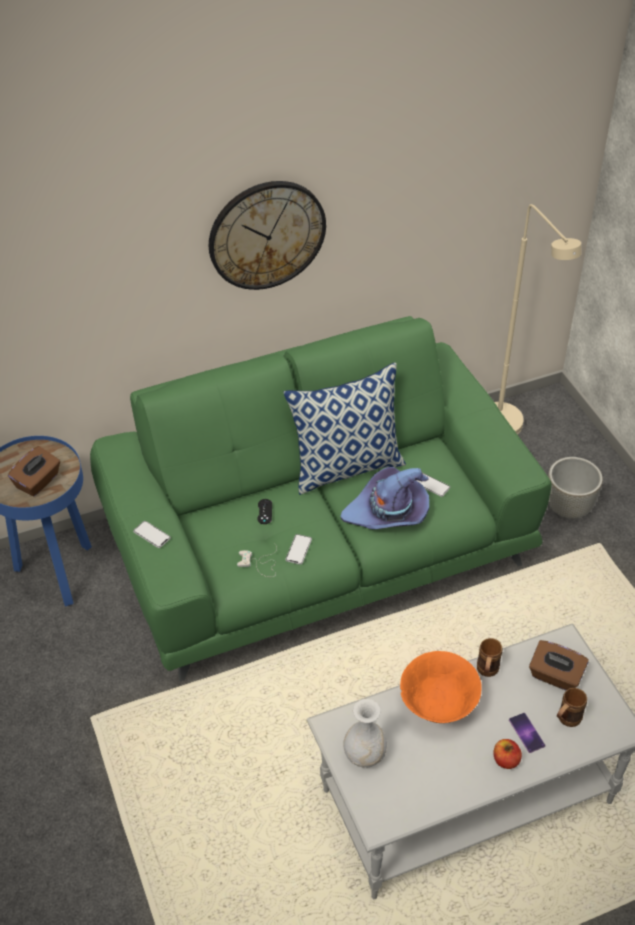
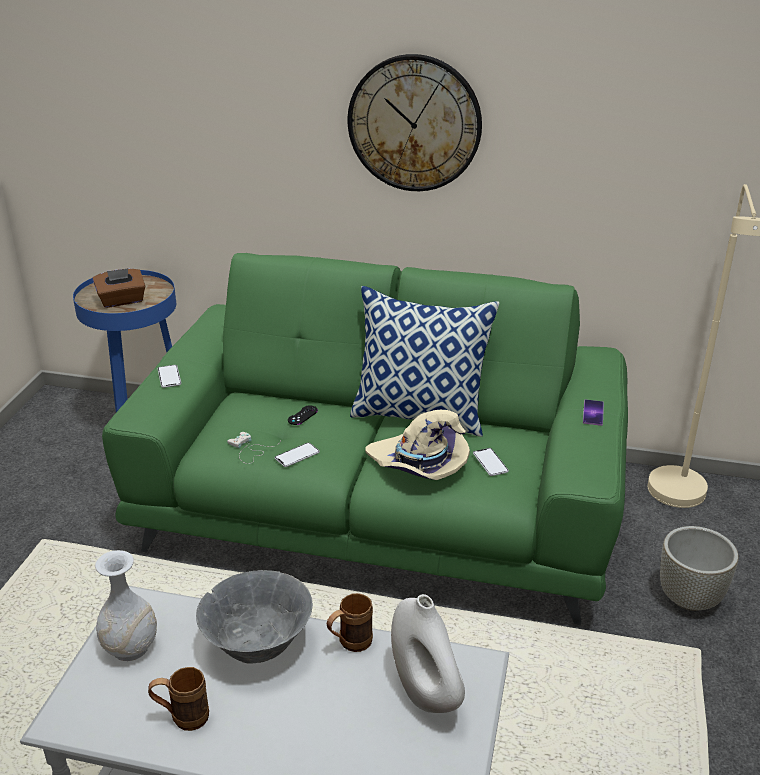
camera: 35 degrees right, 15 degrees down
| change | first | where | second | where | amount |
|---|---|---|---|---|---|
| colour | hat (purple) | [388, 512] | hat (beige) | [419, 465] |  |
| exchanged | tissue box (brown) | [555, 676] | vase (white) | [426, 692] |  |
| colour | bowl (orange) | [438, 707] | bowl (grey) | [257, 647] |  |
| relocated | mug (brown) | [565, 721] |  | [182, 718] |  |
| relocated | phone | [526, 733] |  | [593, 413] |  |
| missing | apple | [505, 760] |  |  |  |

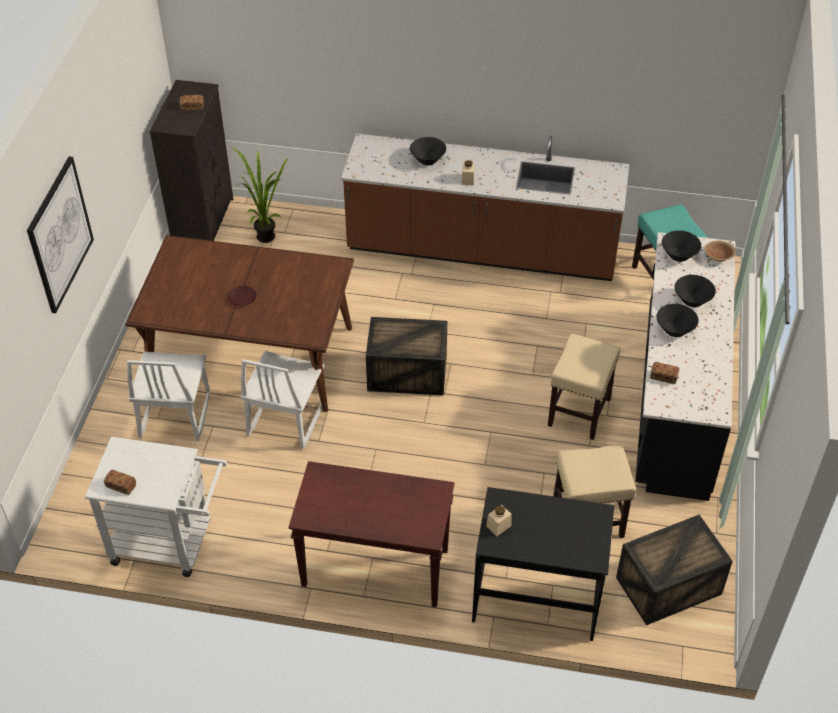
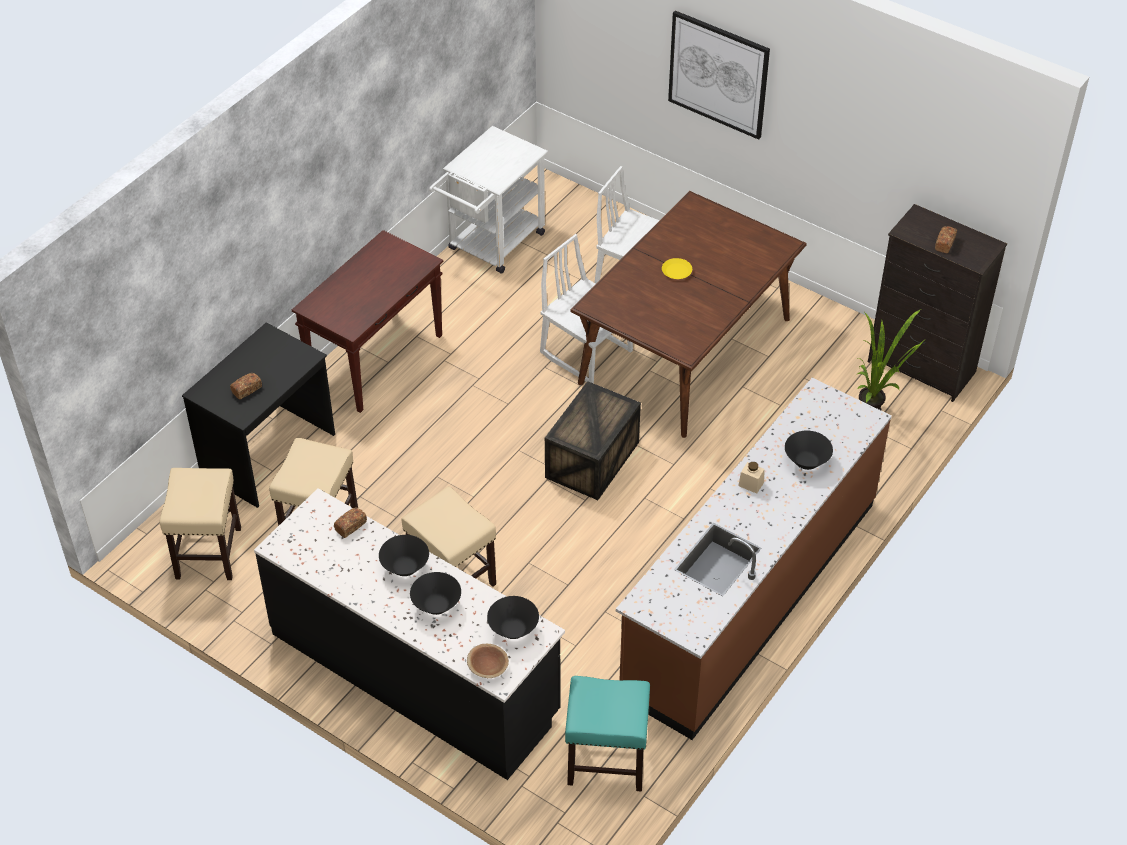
camera: 115 degrees right, 0 degrees up
| change | first | where | second | where | amount |
|---|---|---|---|---|---|
| colour | plate (brown) | [242, 298] | plate (yellow) | [676, 271] |  |
| relocated | bread | [121, 486] |  | [246, 390] |  |
| missing | jar (beige) | [498, 526] |  |  |  |
| exchanged | crate | [667, 586] | stool (beige) | [208, 552] |  |

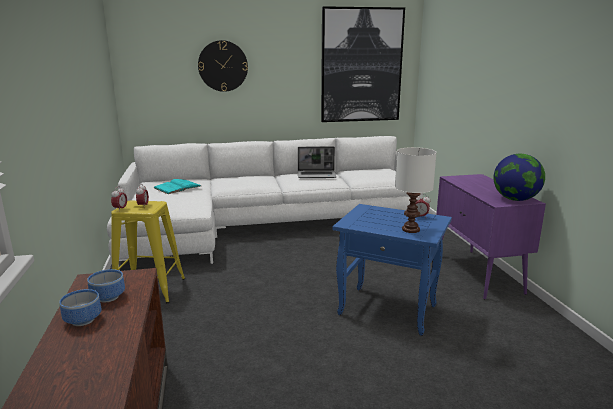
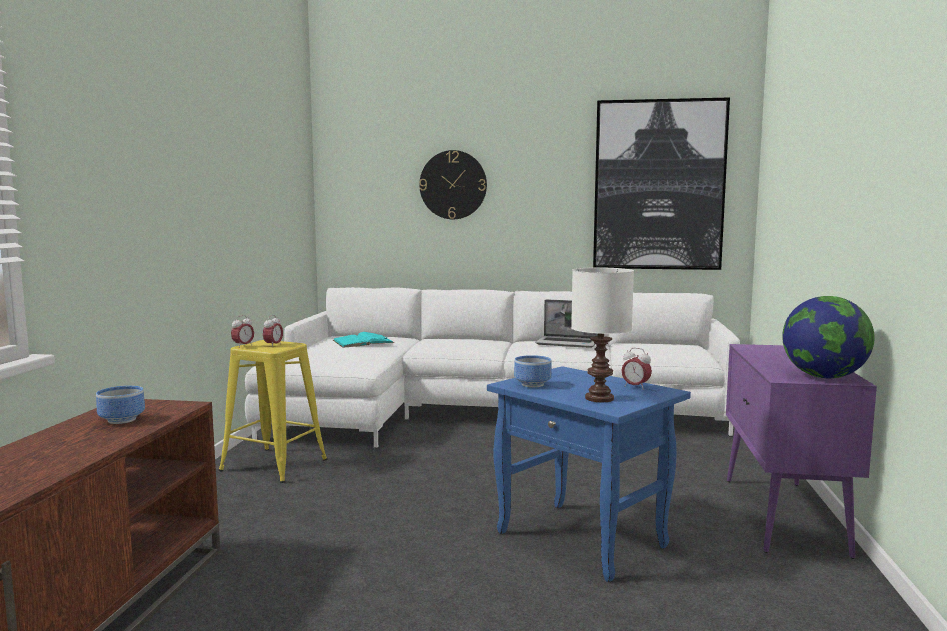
camera: 20 degrees right, 10 degrees down
| change | first | where | second | where | amount |
|---|---|---|---|---|---|
| relocated | bowl | [85, 319] |  | [534, 384] |  |

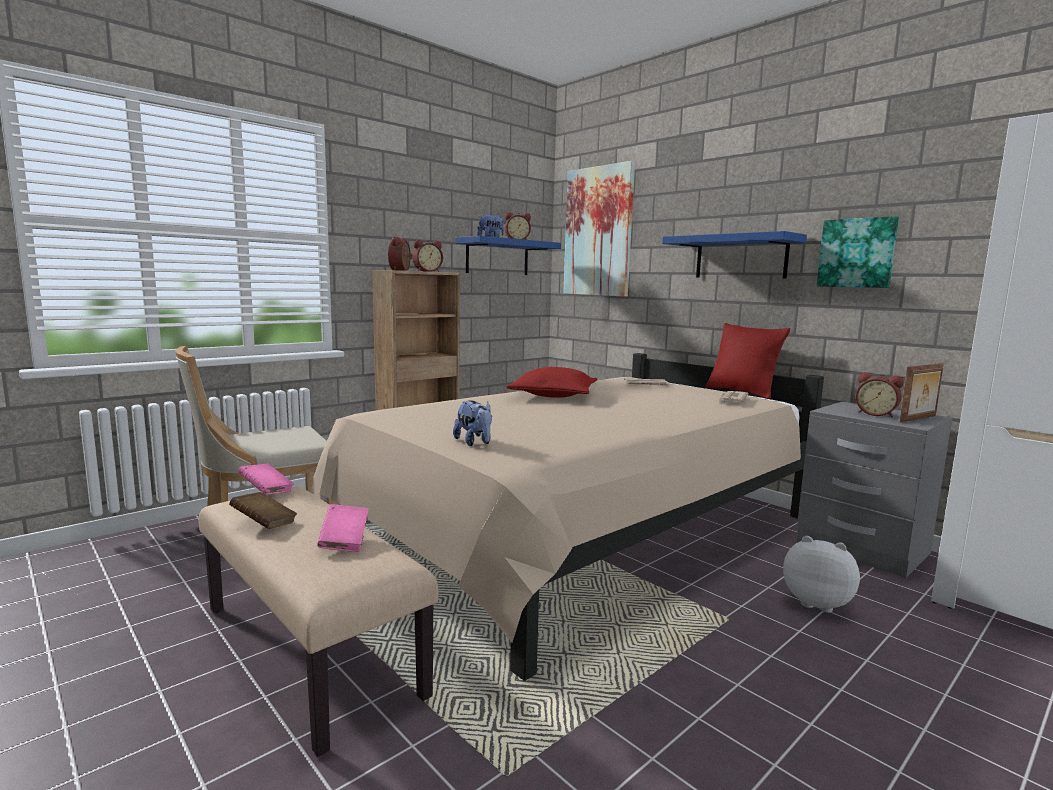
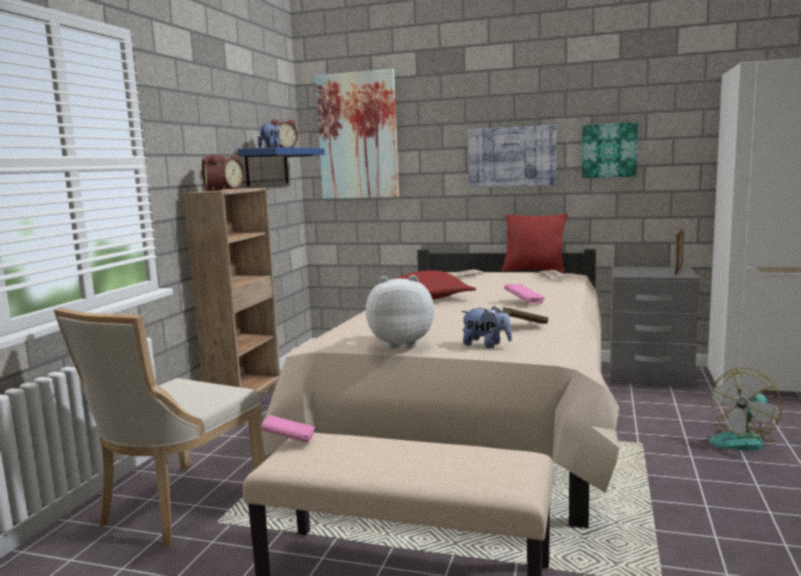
camera: 30 degrees left, 0 degrees up
| change | first | where | second | where | amount |
|---|---|---|---|---|---|
| exchanged | shelf (blue) | [740, 257] | picture | [511, 156] |  |
| missing | alarm clock | [876, 414] |  |  |  |
| relocated | book (brown) | [264, 524] |  | [524, 326] |  |
| relocated | book (pink) | [344, 542] |  | [524, 303] |  |
| relocated | plush toy | [817, 602] |  | [401, 344] |  |
| appeared |  |  | fan | [743, 440] |  |

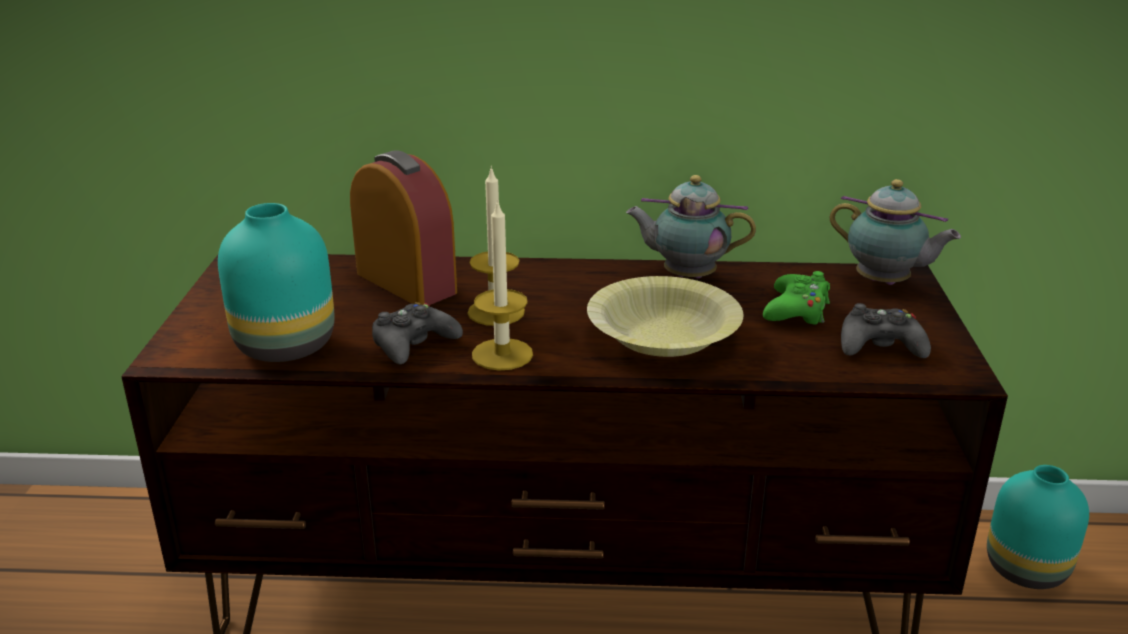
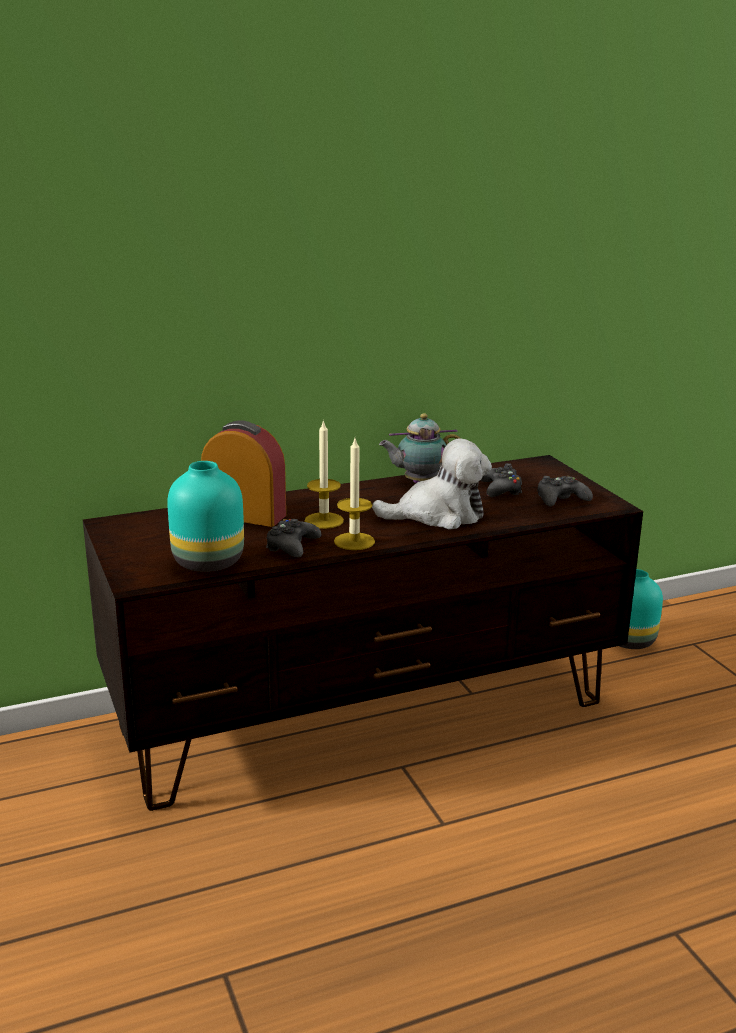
camera: 25 degrees left, 5 degrees down
| change | first | where | second | where | amount |
|---|---|---|---|---|---|
| missing | teapot | [885, 283] |  |  |  |
| colour | game controller (green) | [797, 310] | game controller (black) | [500, 489] |  |
| exchanged | bowl (yellow) | [662, 336] | plush toy | [438, 515] |  |

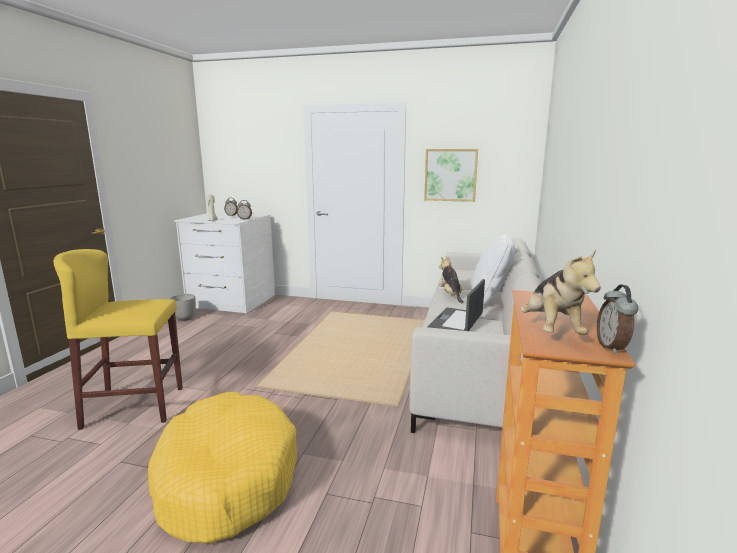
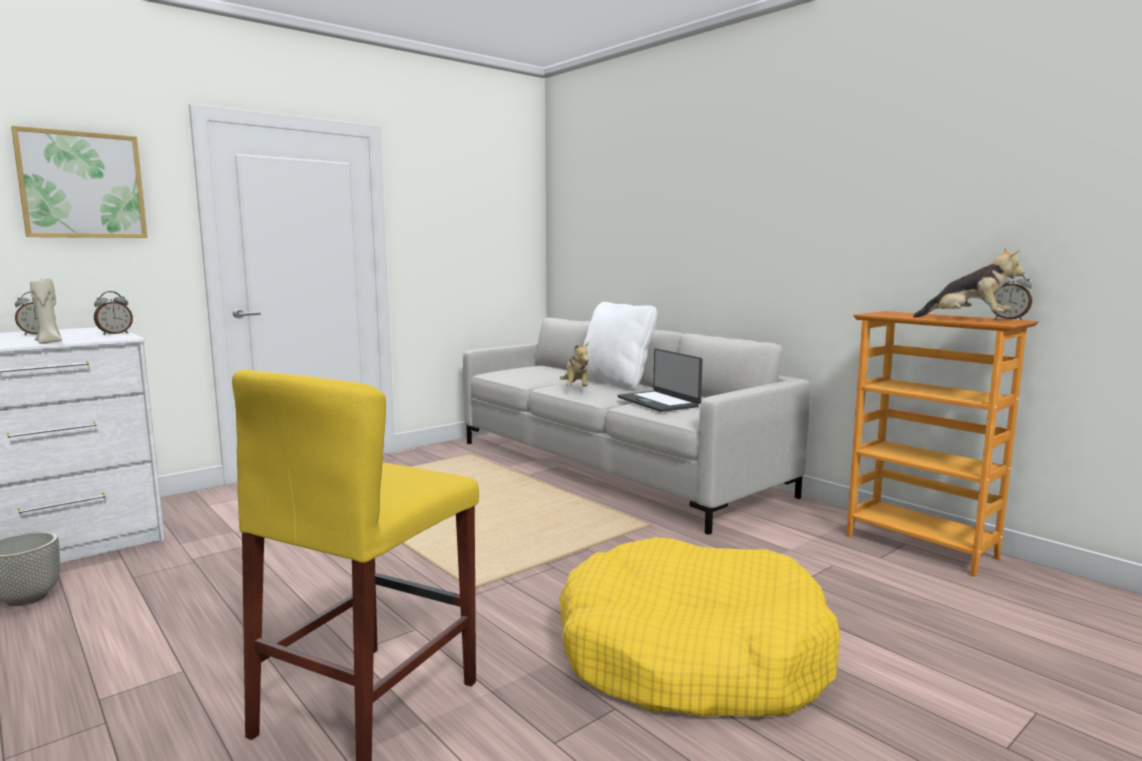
camera: 55 degrees left, 5 degrees down
| change | first | where | second | where | amount |
|---|---|---|---|---|---|
| relocated | picture | [450, 175] |  | [82, 185] |  |
| spun | plush toy | [451, 295] |  | [576, 389] | 120 degrees counterclockwise |

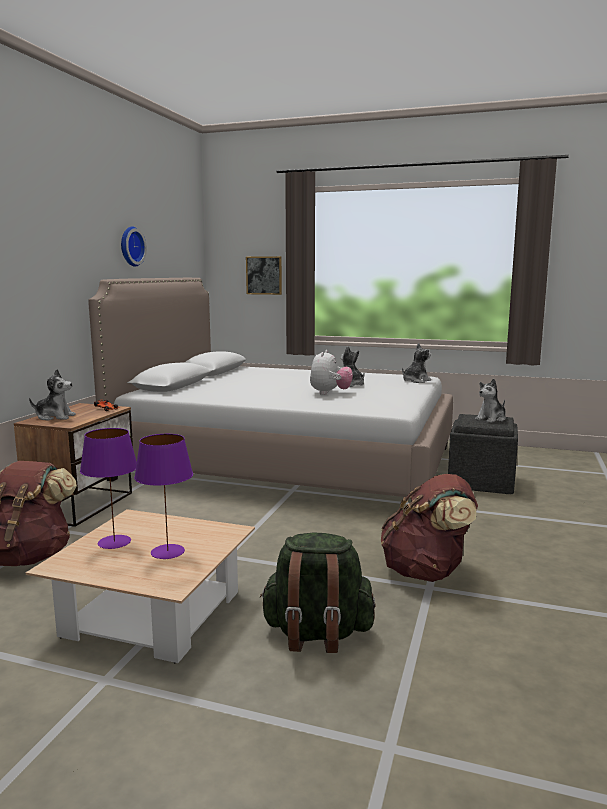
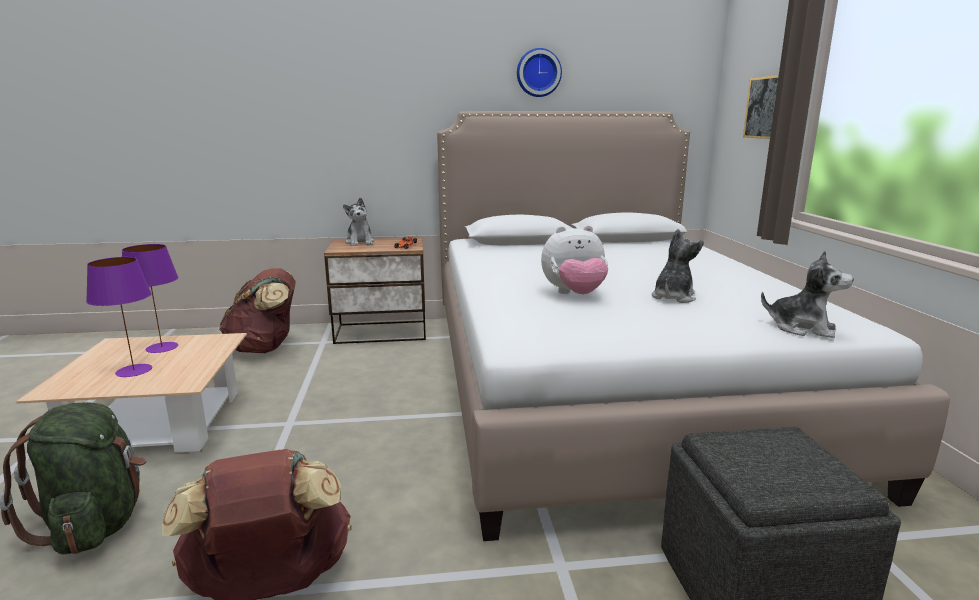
camera: 65 degrees right, 5 degrees up
| change | first | where | second | where | amount |
|---|---|---|---|---|---|
| missing | plush toy | [491, 419] |  |  |  |

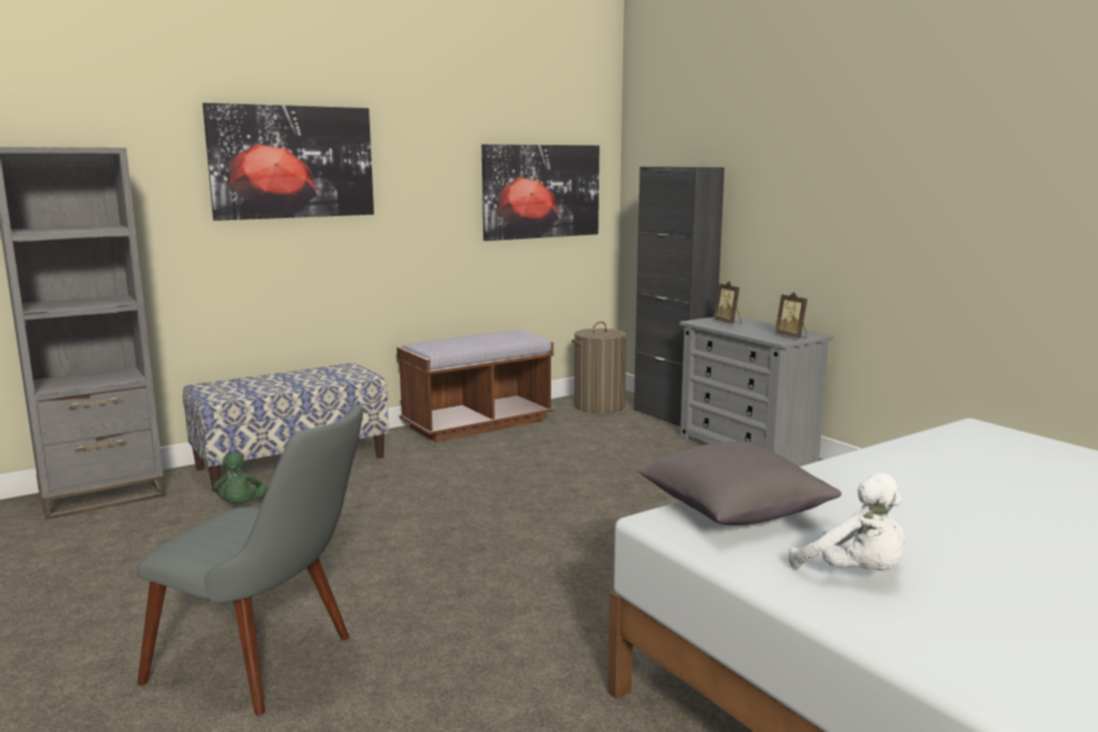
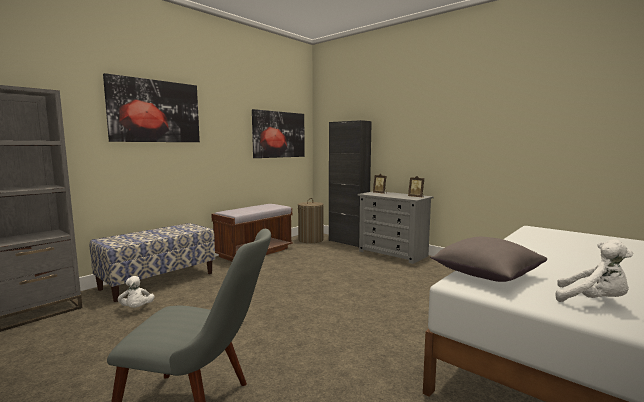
camera: 15 degrees left, 5 degrees down
| change | first | where | second | where | amount |
|---|---|---|---|---|---|
| colour | plush toy (green) | [241, 506] | plush toy (white) | [136, 309] |  |

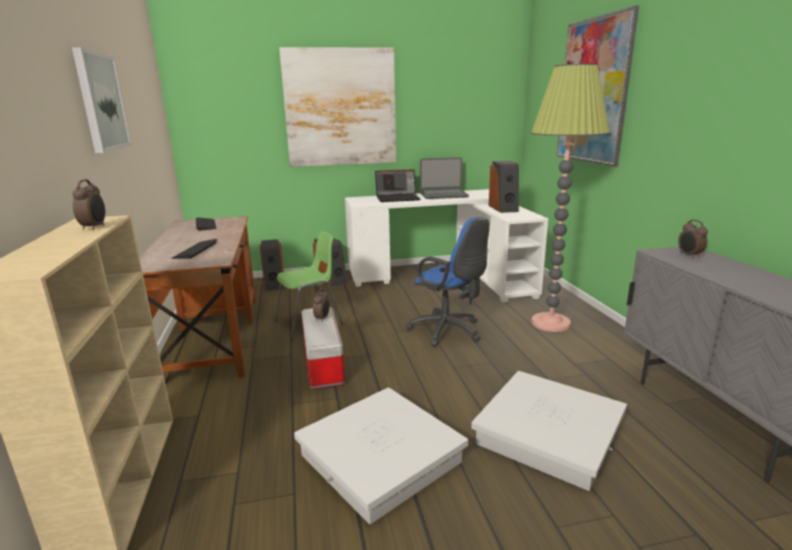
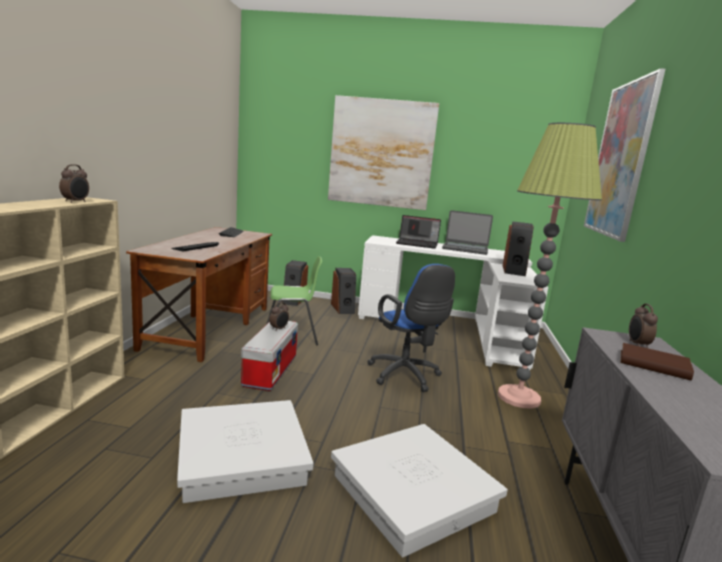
camera: 20 degrees right, 5 degrees down
| change | first | where | second | where | amount |
|---|---|---|---|---|---|
| missing | picture | [101, 102] |  |  |  |
| appeared |  |  | book (brown) | [653, 365] |  |

